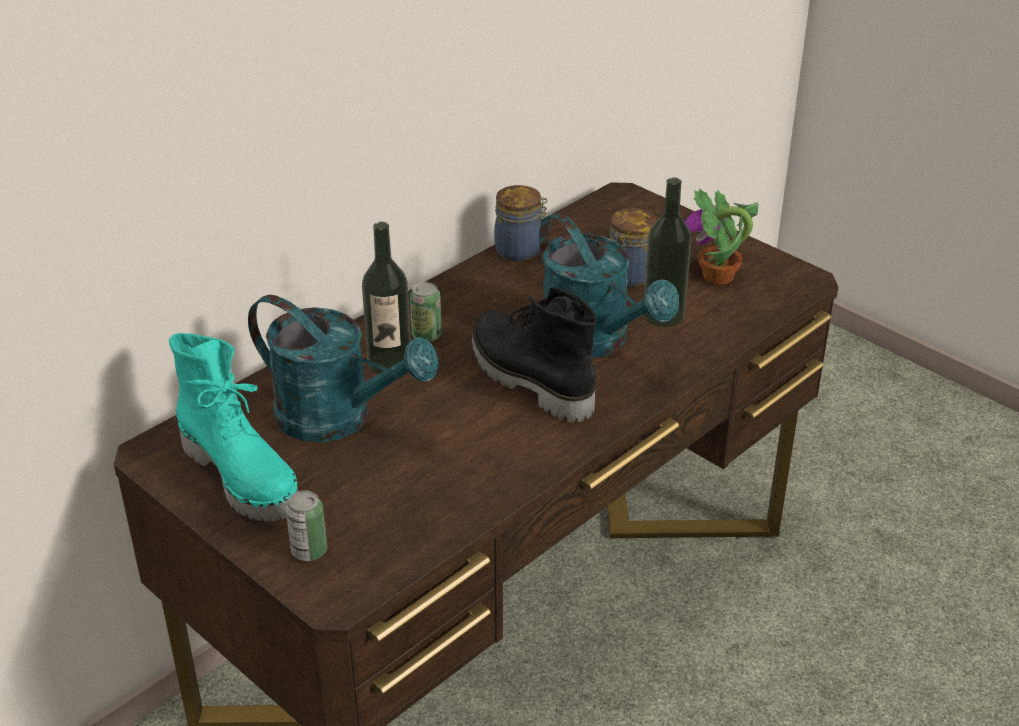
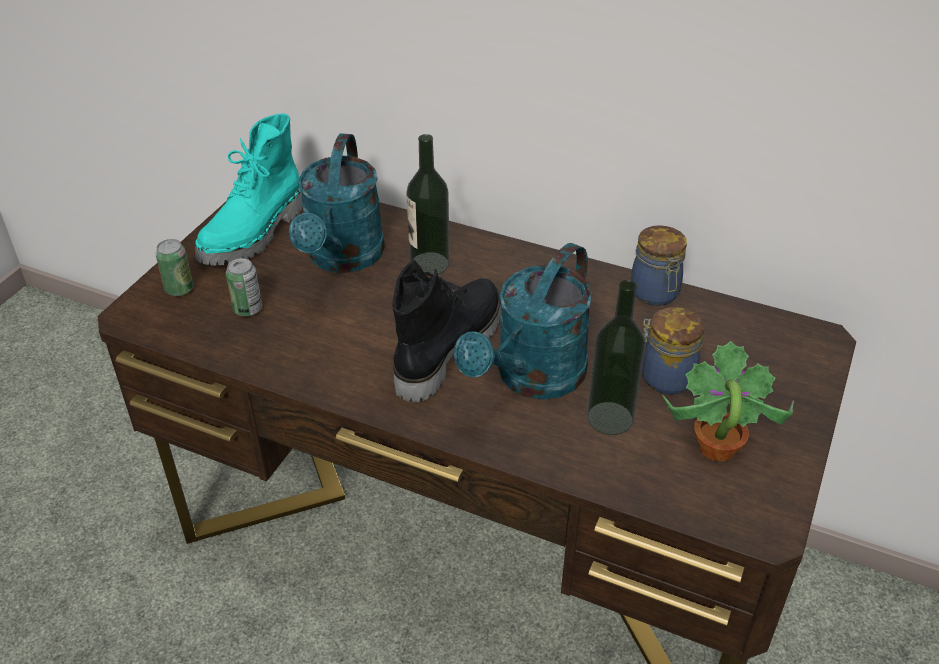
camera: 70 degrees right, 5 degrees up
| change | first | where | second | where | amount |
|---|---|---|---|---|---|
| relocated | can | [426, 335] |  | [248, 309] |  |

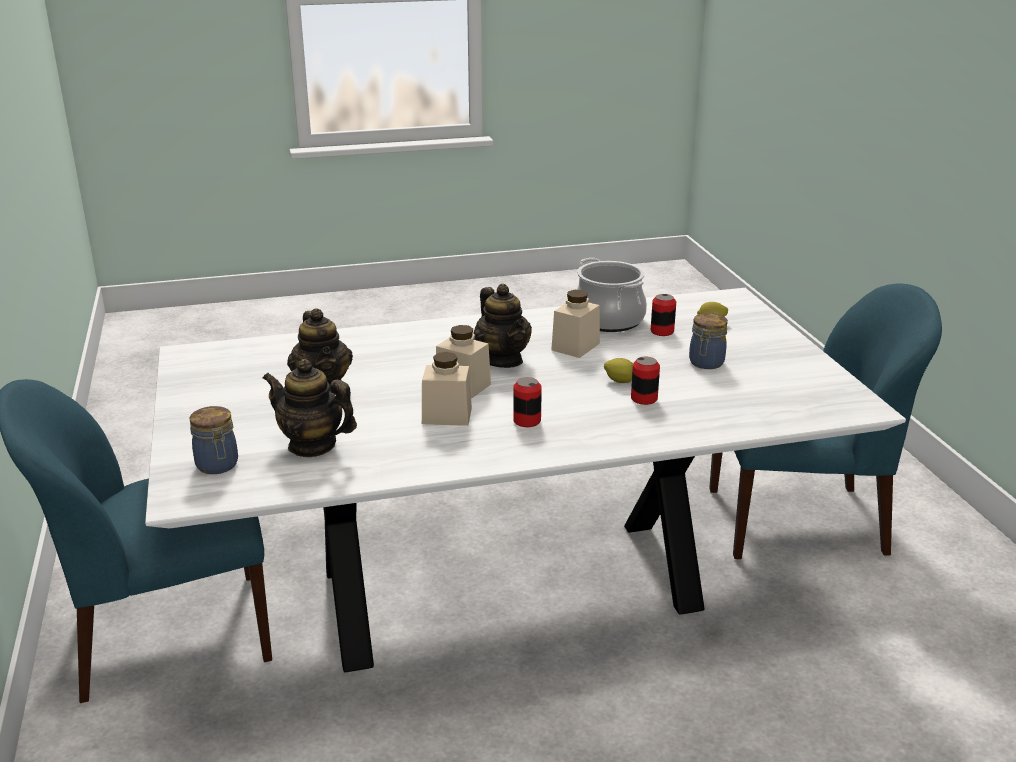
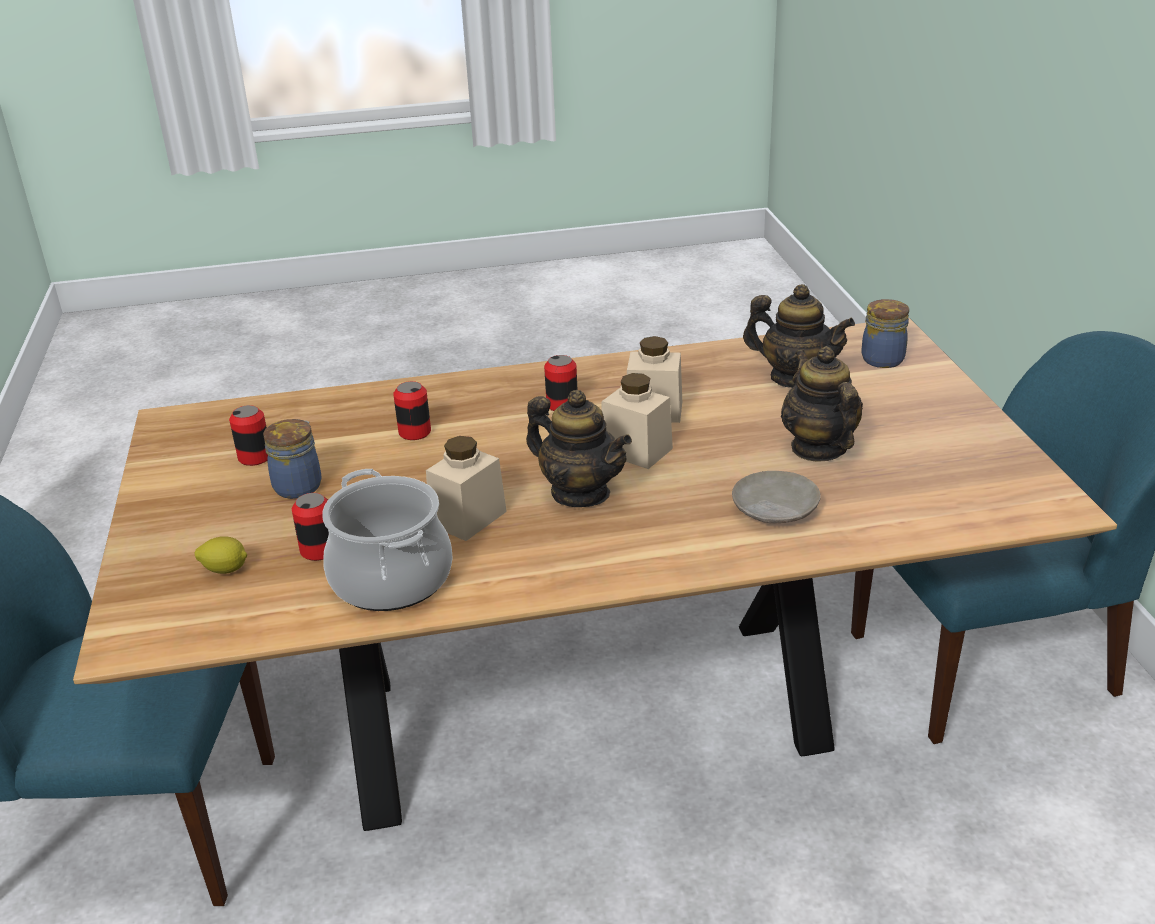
camera: 175 degrees left, 5 degrees up
| change | first | where | second | where | amount |
|---|---|---|---|---|---|
| spun | teapot | [503, 360] |  | [580, 493] | 150 degrees clockwise |
| colour | dining table (white) | [508, 590] | dining table (brown) | [588, 717] |  |
| missing | lemon | [620, 381] |  |  |  |
| appeared |  |  | can | [255, 457] |  |
| appeared |  |  | plate (beige) | [774, 509] |  |

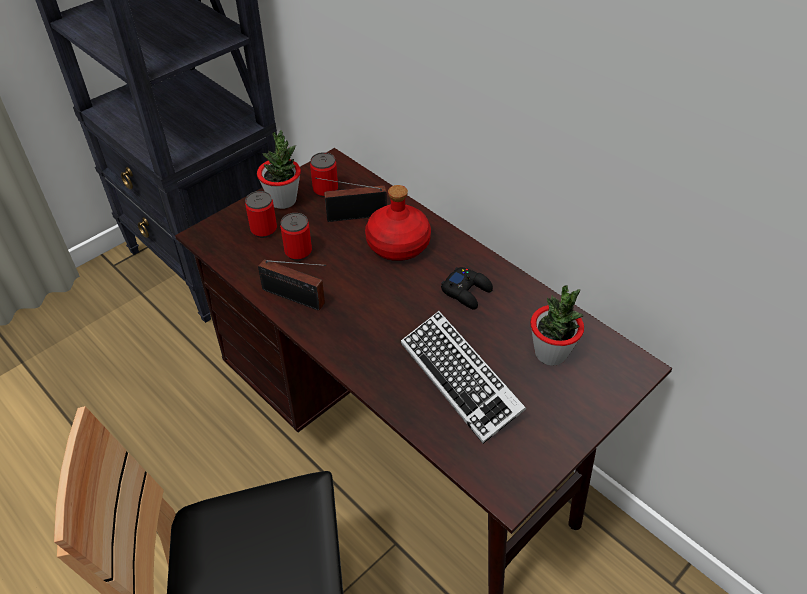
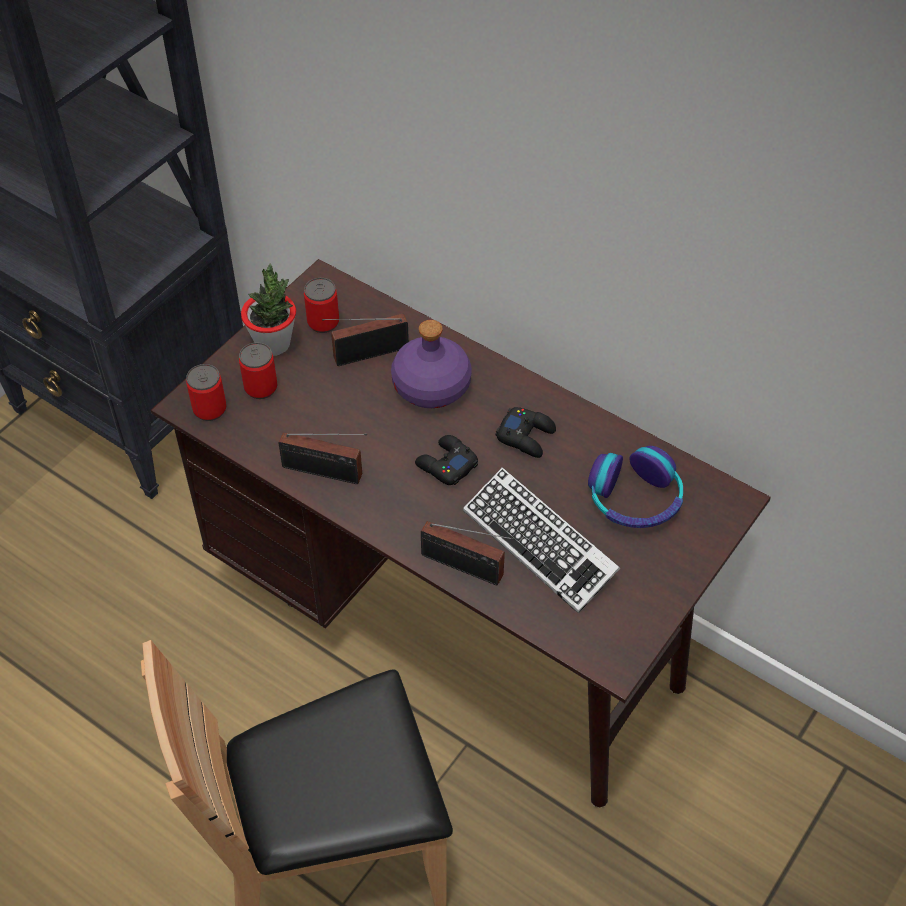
camera: 10 degrees left, 5 degrees up
| change | first | where | second | where | amount |
|---|---|---|---|---|---|
| colour | bottle (red) | [397, 245] | bottle (purple) | [430, 386] |  |
| relocated | can | [298, 252] |  | [210, 409] |  |
| exchanged | potted plant | [550, 353] | headphones | [635, 499] |  |
| appeared |  |  | game controller (black) | [446, 465] |  |
| appeared |  |  | radio | [466, 568] |  |

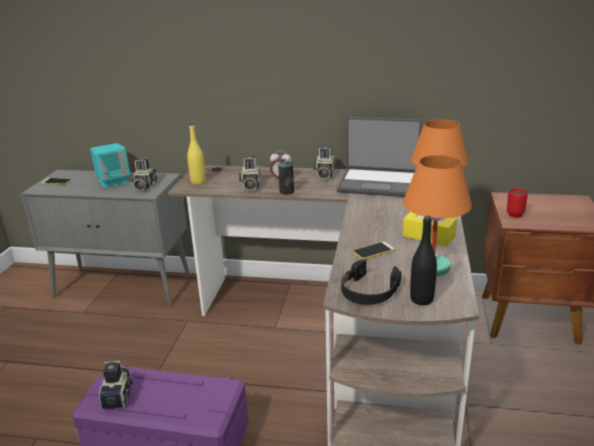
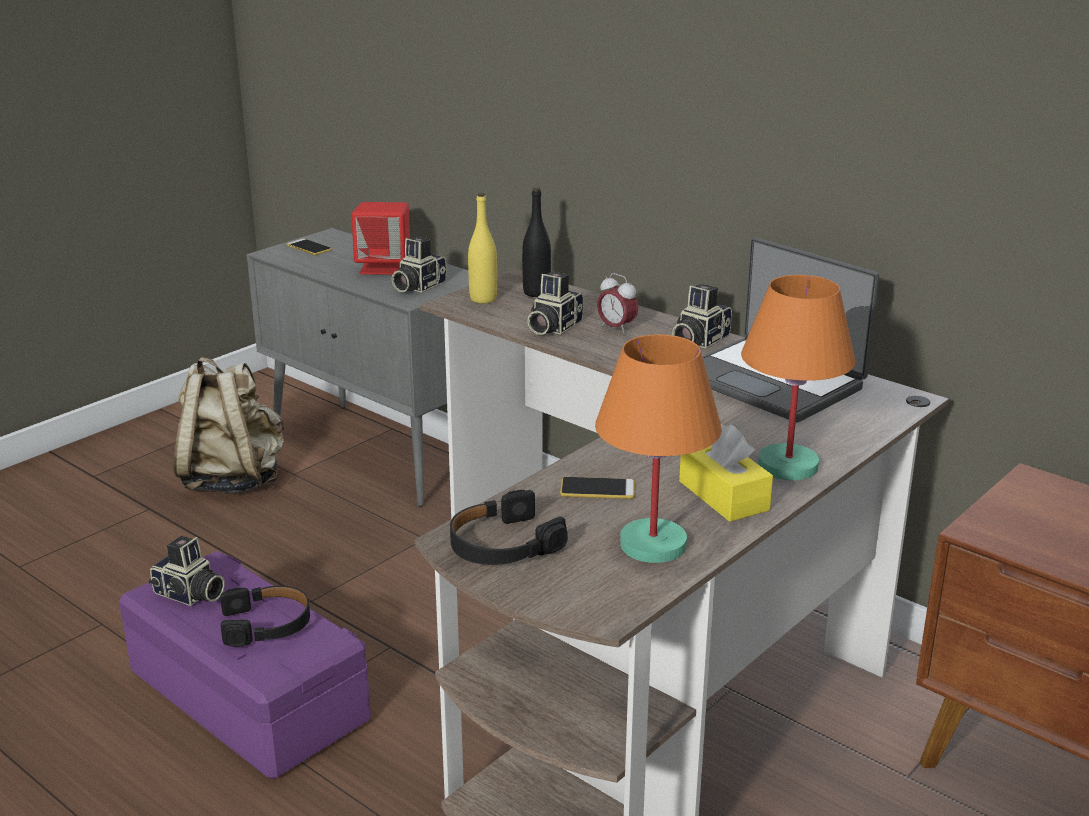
camera: 30 degrees right, 0 degrees up
| change | first | where | second | where | amount |
|---|---|---|---|---|---|
| colour | speaker (turquoise) | [114, 181] | speaker (red) | [384, 267] |  |
| missing | can | [286, 192] |  |  |  |
| missing | mug (red) | [513, 214] |  |  |  |
| relocated | bottle (black) | [421, 299] |  | [536, 293] |  |
| spun | photo camera | [119, 395] |  | [189, 595] | 90 degrees clockwise |
| appeared |  |  | backpack (beige) | [233, 480] |  |
| appeared |  |  | headphones (black) | [266, 624] |  |

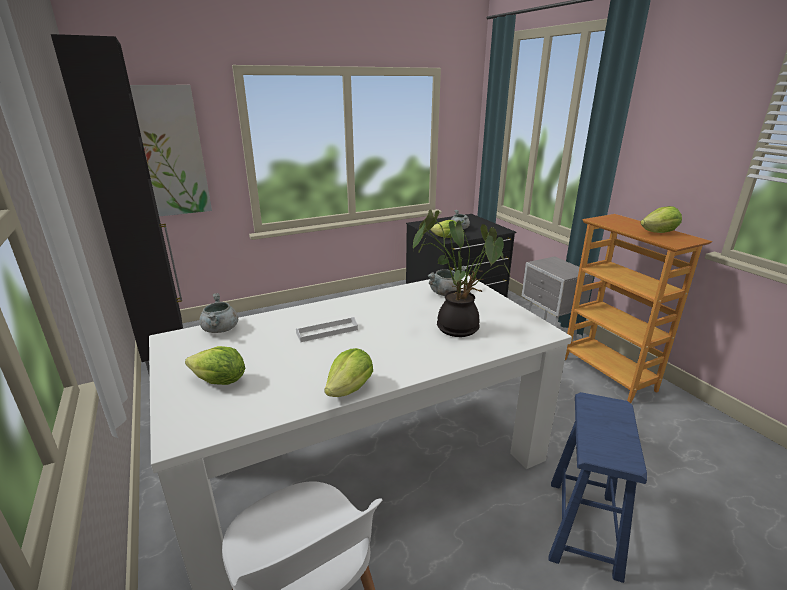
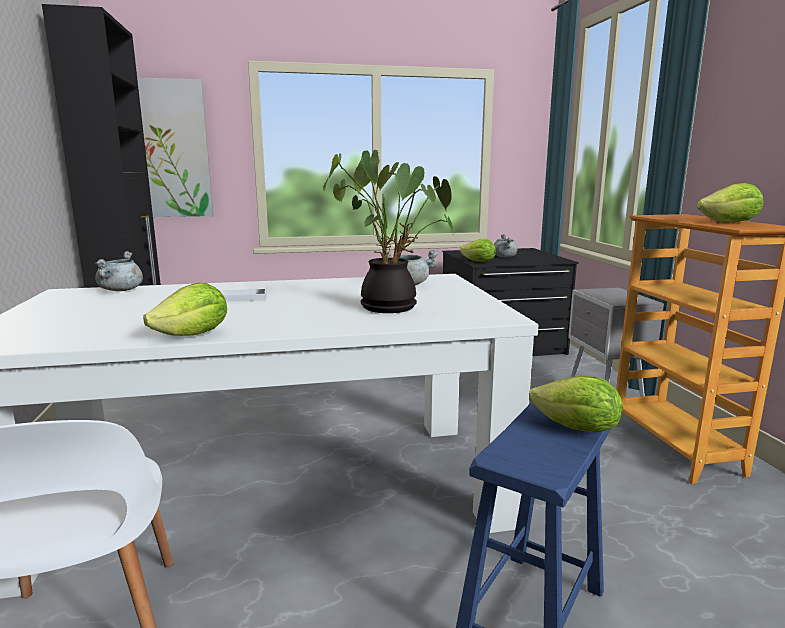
camera: 15 degrees right, 10 degrees down
| change | first | where | second | where | amount |
|---|---|---|---|---|---|
| relocated | lettuce | [220, 382] |  | [577, 429] |  |

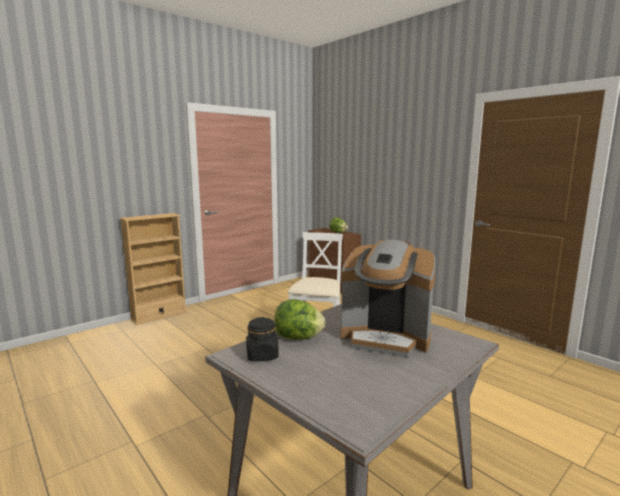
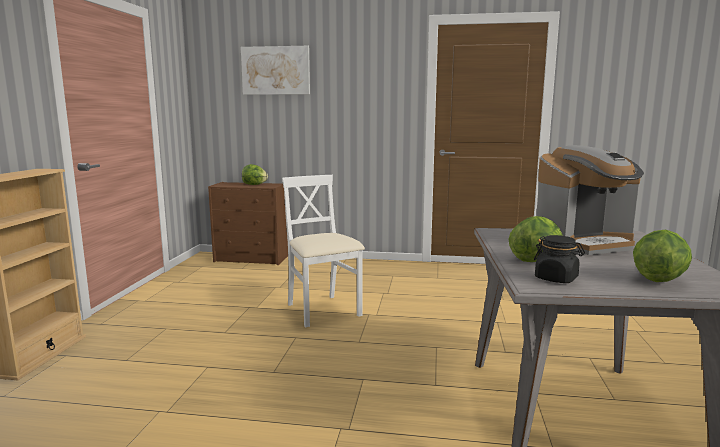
camera: 40 degrees left, 0 degrees up
| change | first | where | second | where | amount |
|---|---|---|---|---|---|
| appeared |  |  | picture | [276, 70] |  |
| appeared |  |  | lettuce | [658, 279] |  |

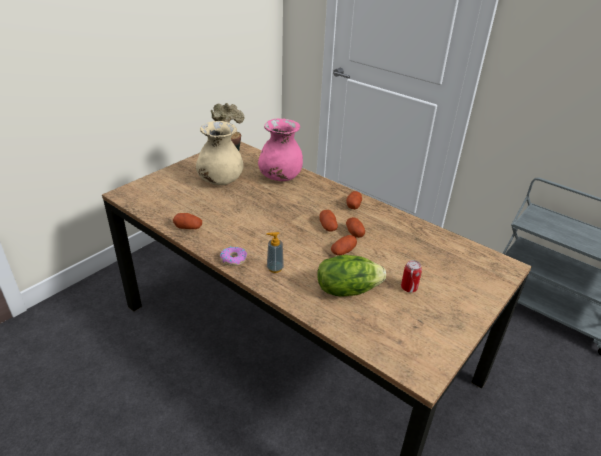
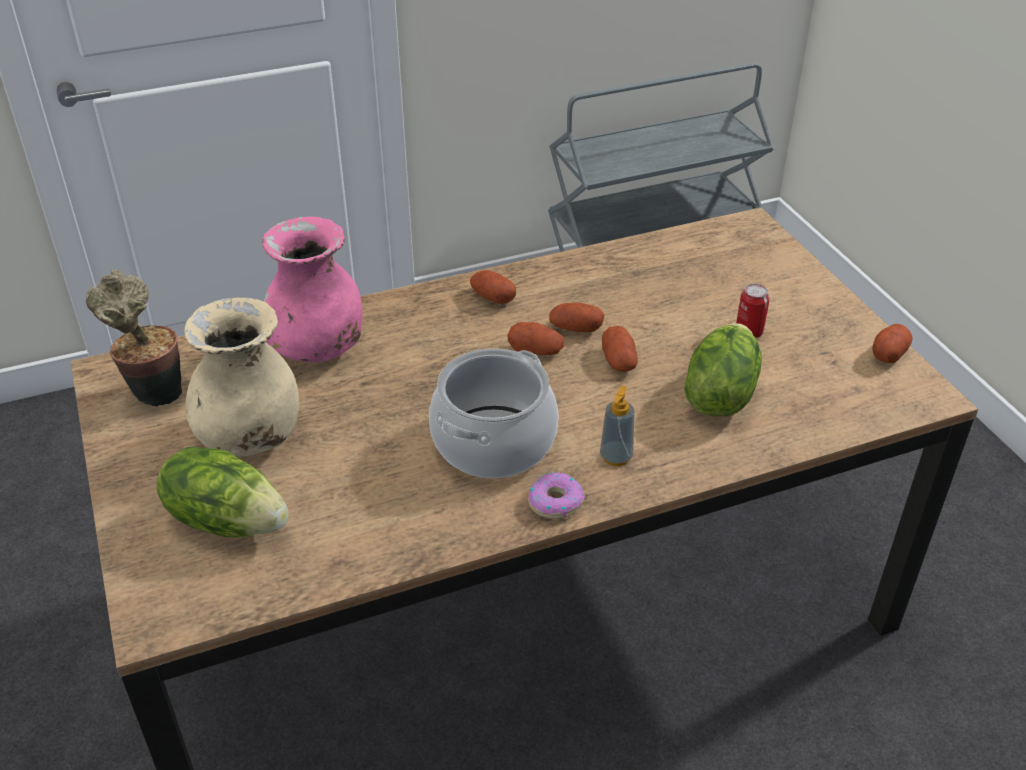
camera: 60 degrees left, 5 degrees up
| change | first | where | second | where | amount |
|---|---|---|---|---|---|
| relocated | potato | [188, 227] |  | [889, 353] |  |
| appeared |  |  | cooking pot | [493, 442] |  |
| appeared |  |  | lettuce | [227, 520] |  |

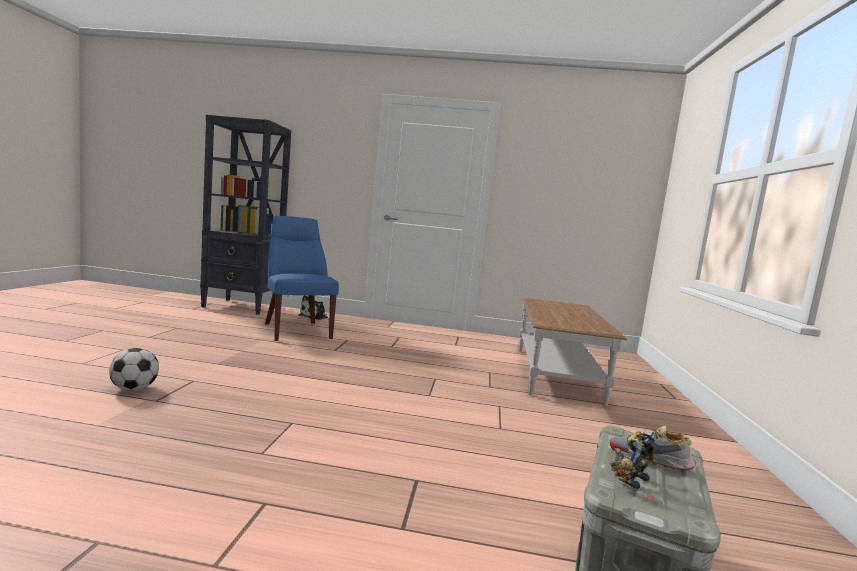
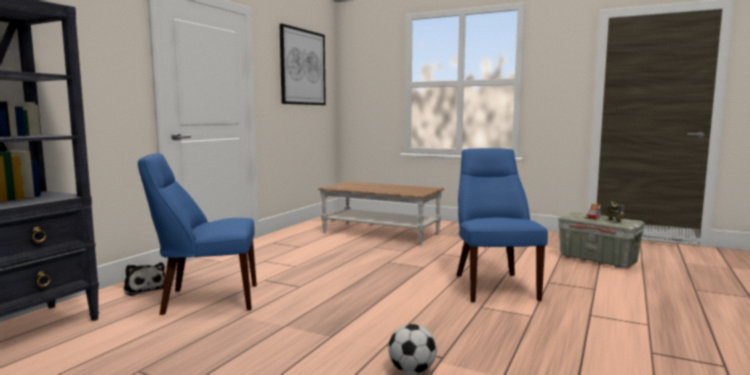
camera: 70 degrees left, 0 degrees up
| change | first | where | second | where | amount |
|---|---|---|---|---|---|
| appeared |  |  | picture | [303, 67] |  |
| appeared |  |  | chair (blue) | [494, 285] |  |

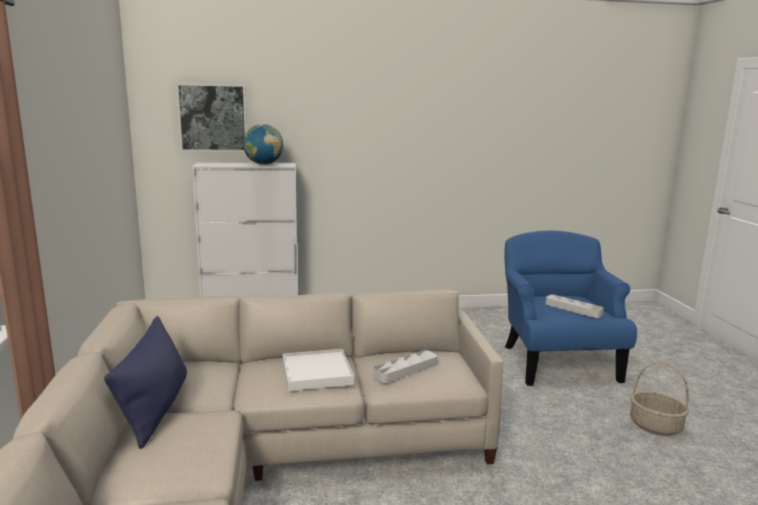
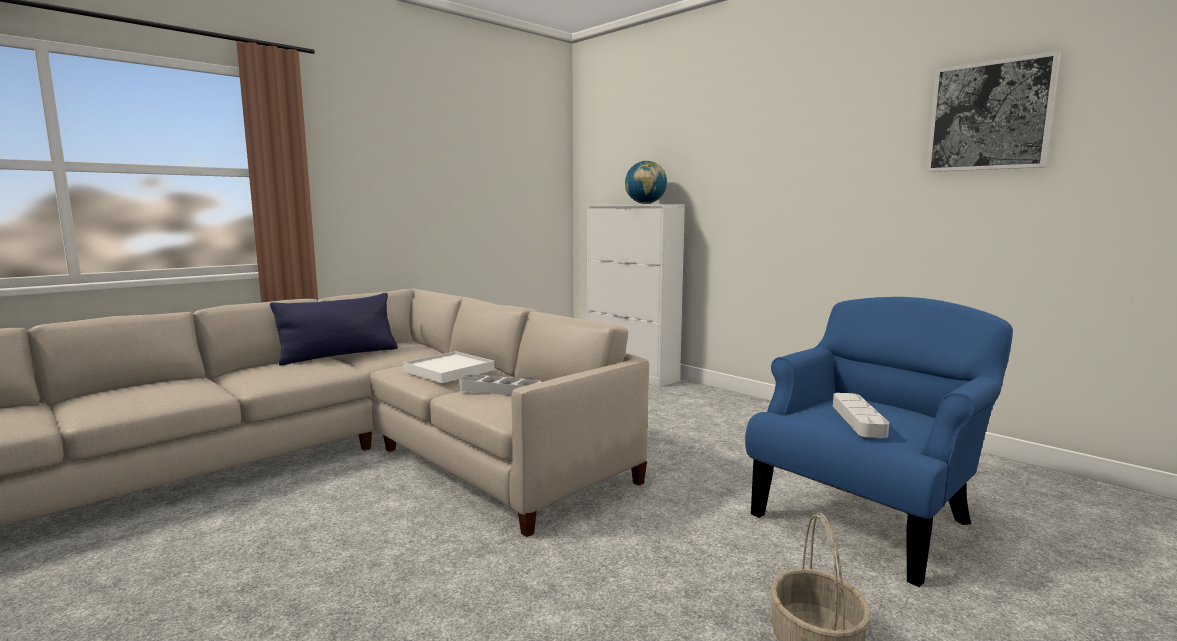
camera: 55 degrees right, 5 degrees down
| change | first | where | second | where | amount |
|---|---|---|---|---|---|
| relocated | picture | [213, 117] |  | [989, 116] |  |

